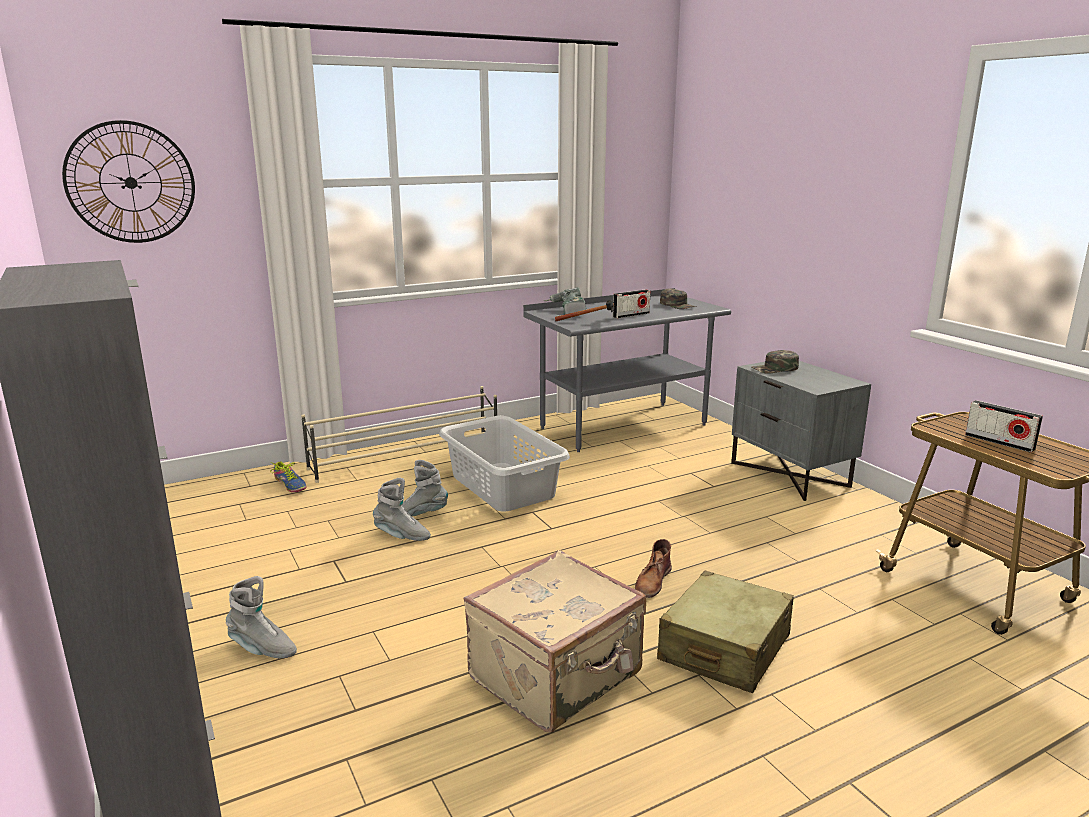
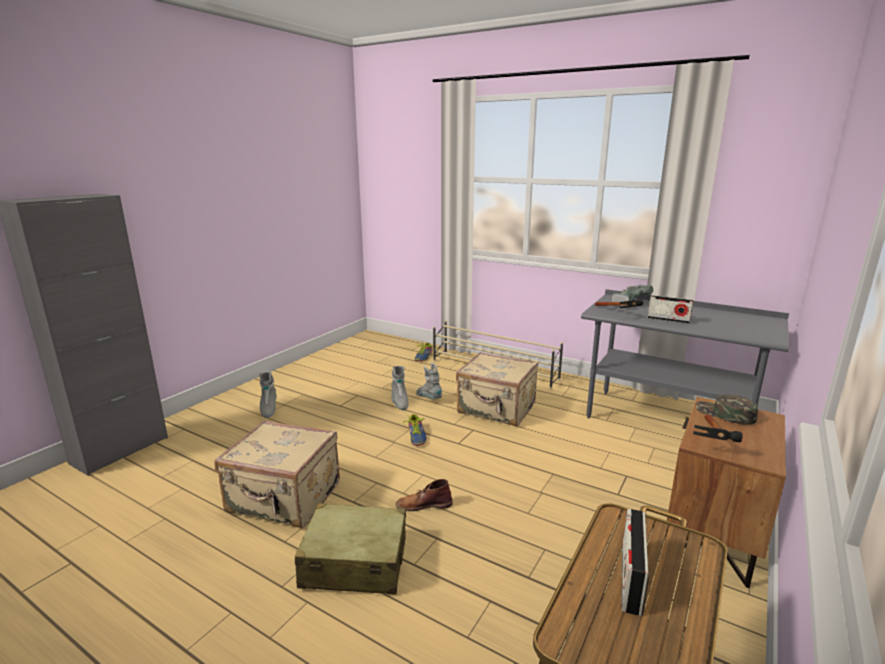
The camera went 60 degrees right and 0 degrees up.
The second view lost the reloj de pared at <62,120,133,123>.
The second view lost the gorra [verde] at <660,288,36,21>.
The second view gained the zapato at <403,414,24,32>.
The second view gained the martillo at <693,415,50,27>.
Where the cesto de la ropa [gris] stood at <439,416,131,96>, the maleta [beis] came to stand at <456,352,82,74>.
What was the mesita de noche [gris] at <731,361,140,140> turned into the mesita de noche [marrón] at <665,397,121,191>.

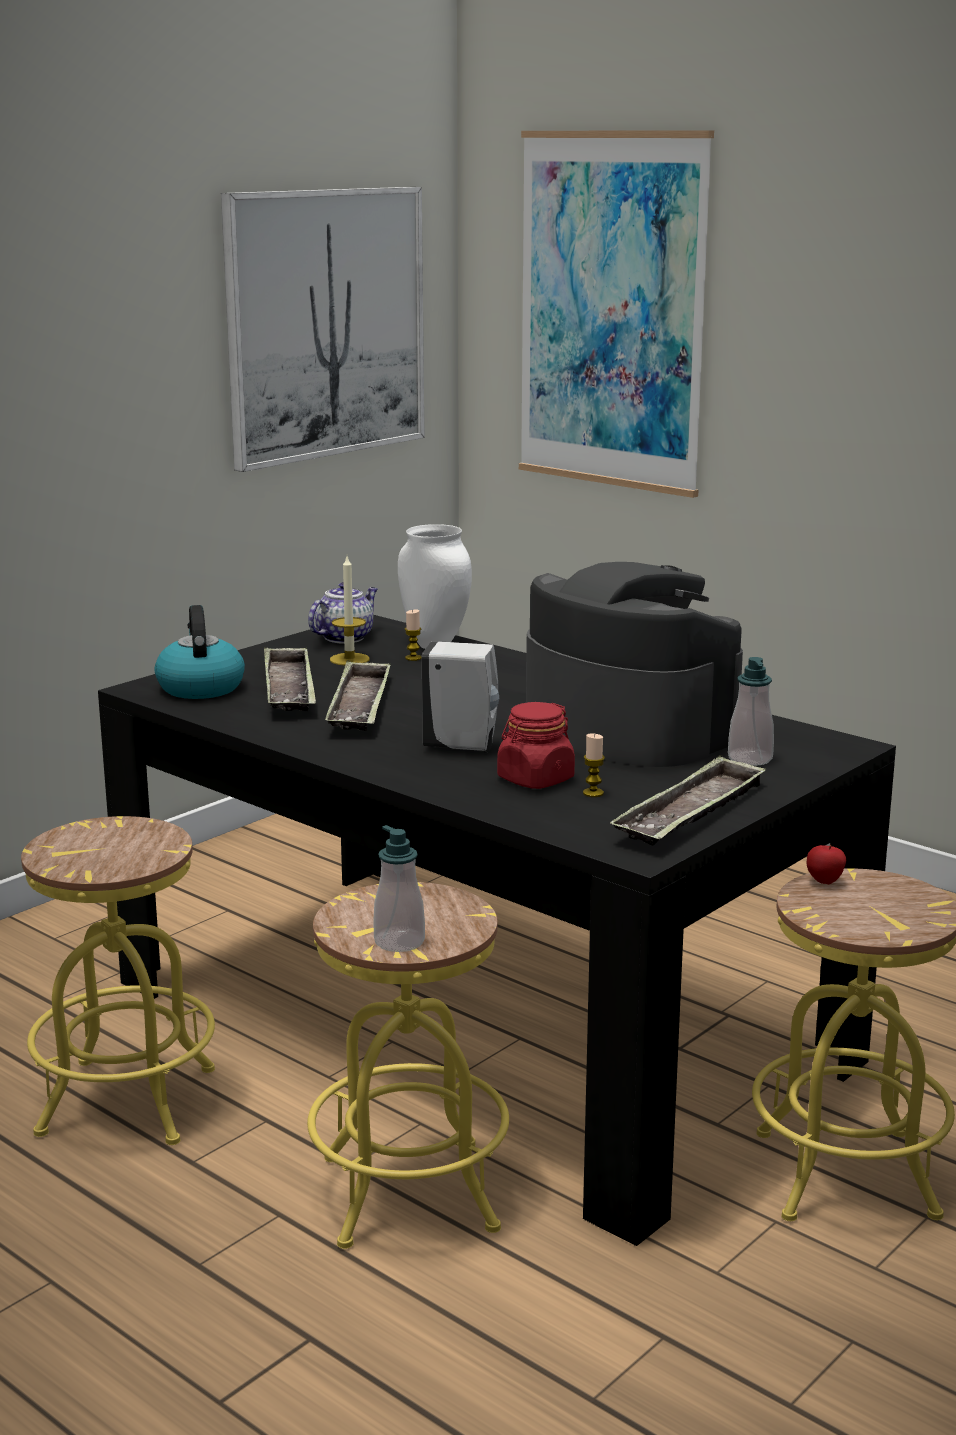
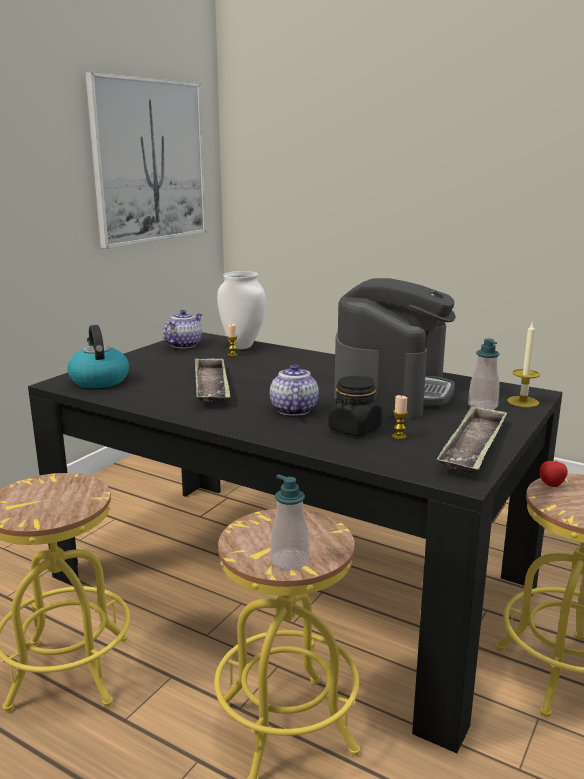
The camera went 10 degrees left and 0 degrees up.
The second view lost the bandeja at <264,647,52,64>.
The second view lost the cuadro at <519,130,195,368>.
The vela ended up elsewhere, having gone from <330,556,40,109> to <507,323,33,84>.
Where the dispensador de jabón [blanco] stood at <422,641,77,112>, the tetera came to stand at <270,364,49,52>.
What was the tarro [rojo] at <497,702,78,87> turned into the tarro [negro] at <328,376,54,60>.
The cafetera at <526,562,217,205> ended up facing another way, 75 degrees clockwise from before.

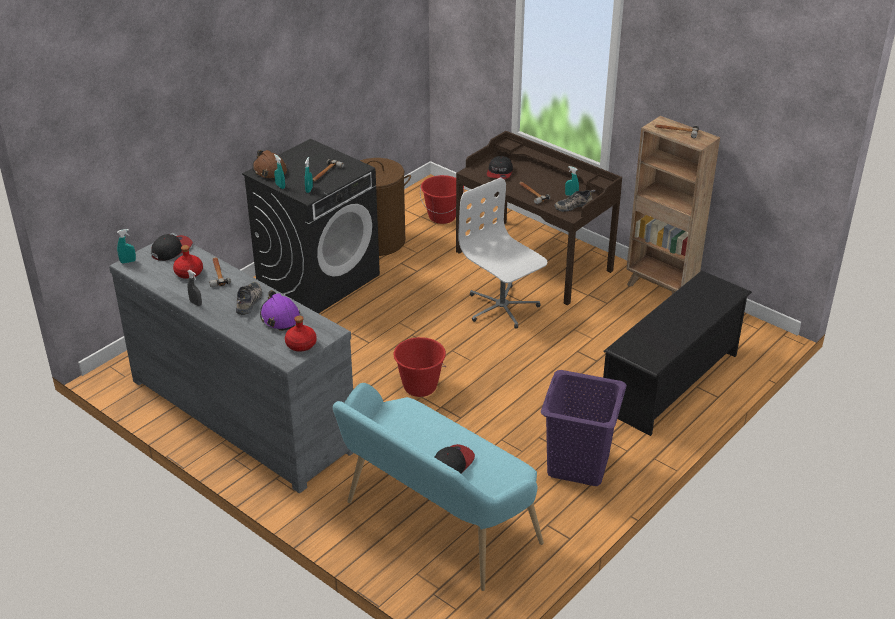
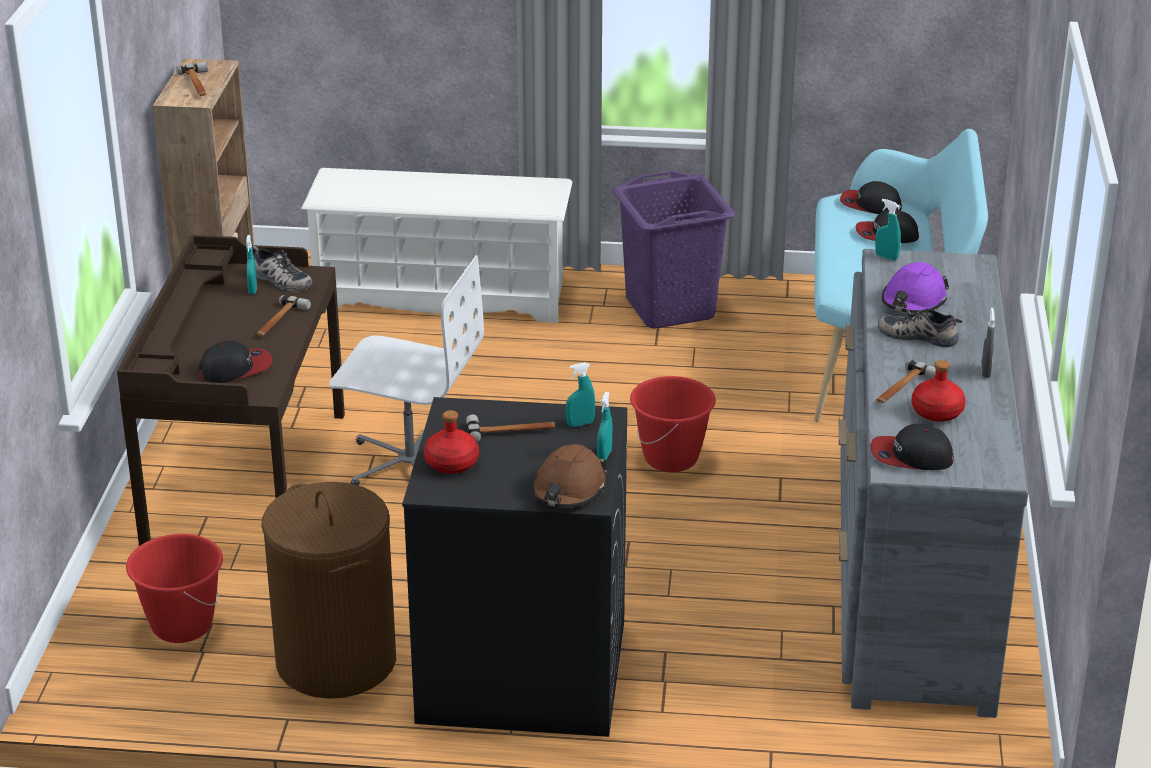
The camera went 125 degrees left and 5 degrees down.
The second view gained the gorra at <840,181,62,33>.
The pulverizador [turquesa] ended up elsewhere, having gone from <117,229,19,34> to <875,199,26,62>.
The botella [rojo] ended up elsewhere, having gone from <285,316,32,36> to <424,410,55,64>.
What was the zapatero [negro] at <602,271,150,165> turned into the zapatero [blanco] at <301,168,271,155>.
The zapato at <236,282,26,33> ended up facing another way, 45 degrees clockwise from before.
The silla de oficina [blanco] at <458,177,89,152> ended up facing another way, 90 degrees counterclockwise from before.

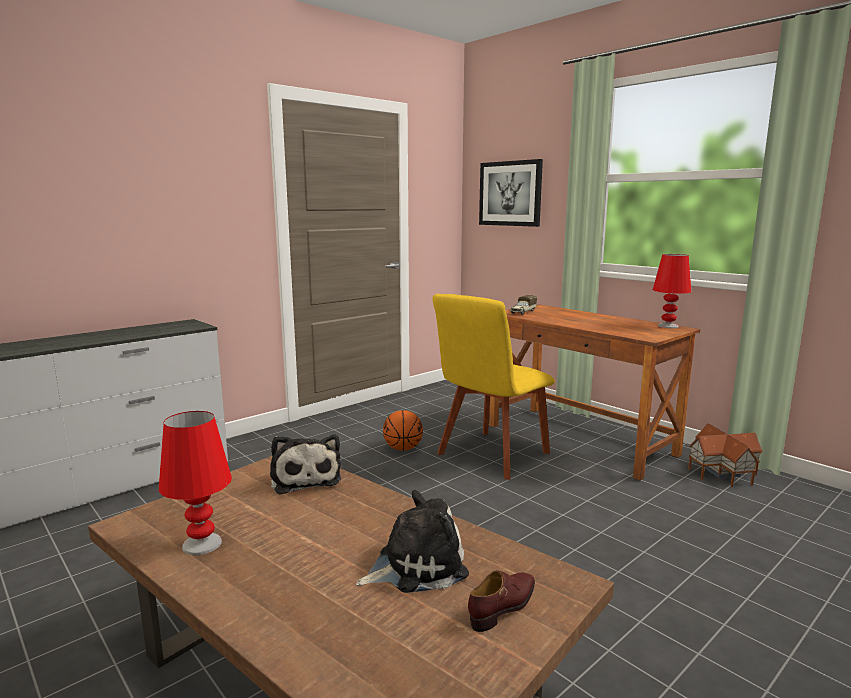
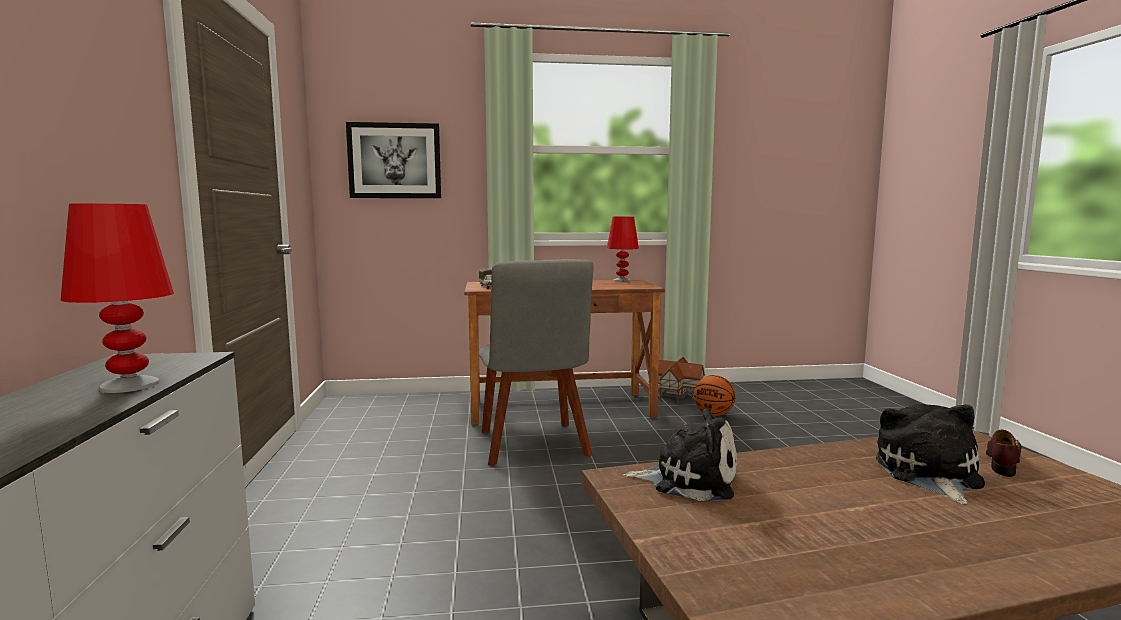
The camera went 55 degrees left and 5 degrees down.
The lámpara de mesa [rojo] ended up elsewhere, having gone from <159,411,73,144> to <61,204,113,189>.
The balón de baloncesto ended up elsewhere, having gone from <383,410,40,41> to <694,375,41,41>.
What was the silla [amarillo] at <433,294,122,186> turned into the silla [gris] at <478,259,115,207>.
The zapato [marrón] at <468,570,67,62> ended up facing another way, 45 degrees clockwise from before.

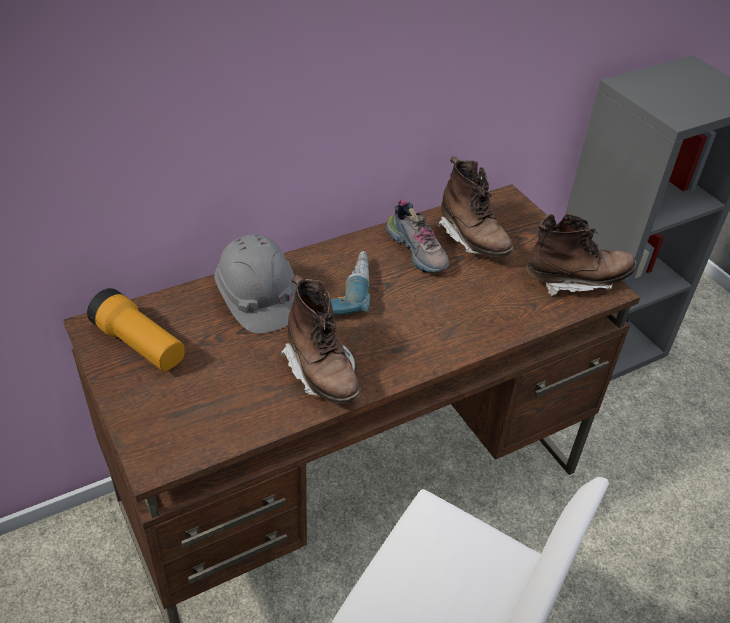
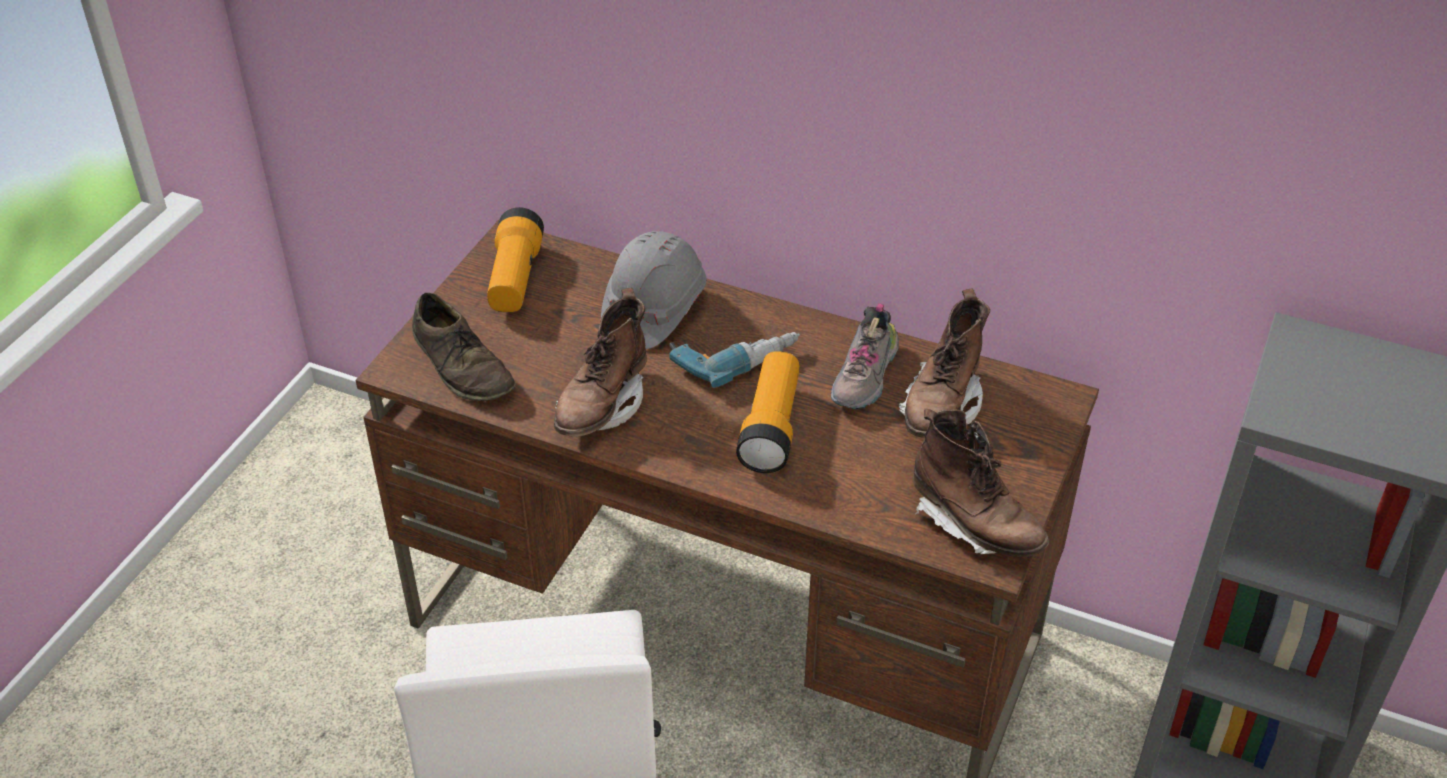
The camera went 55 degrees right and 0 degrees up.
The second view gained the zapato [marrón] at <412,293,104,108>.
The second view gained the linterna at <736,351,63,122>.

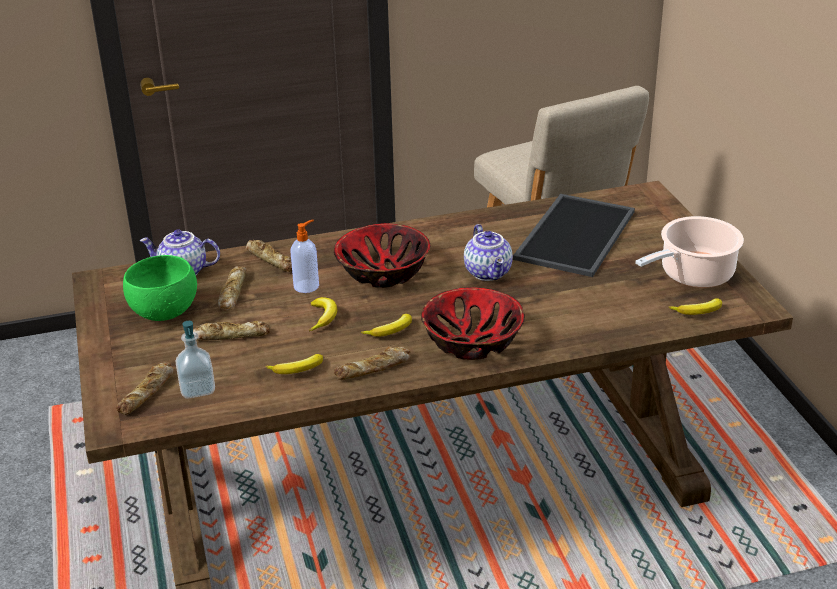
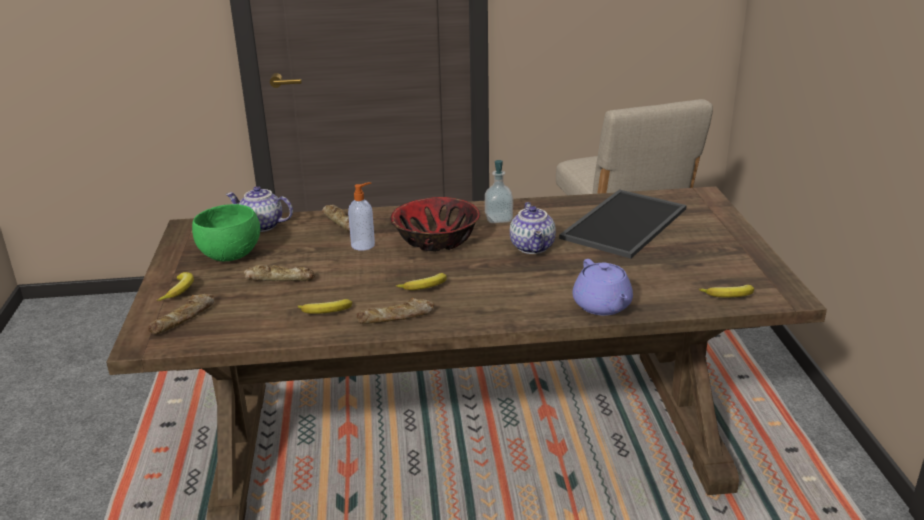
The camera went 10 degrees right and 5 degrees down.
The second view lost the pan at <218,266,29,45>.
The second view lost the cuenco at <421,287,104,73>.
The second view lost the olla at <635,216,109,72>.
The second view gained the tetera [morado] at <573,259,60,56>.
The dispensador de jabón ended up elsewhere, having gone from <175,321,40,78> to <485,160,28,63>.
The plátano ended up elsewhere, having gone from <309,297,28,35> to <156,272,38,29>.

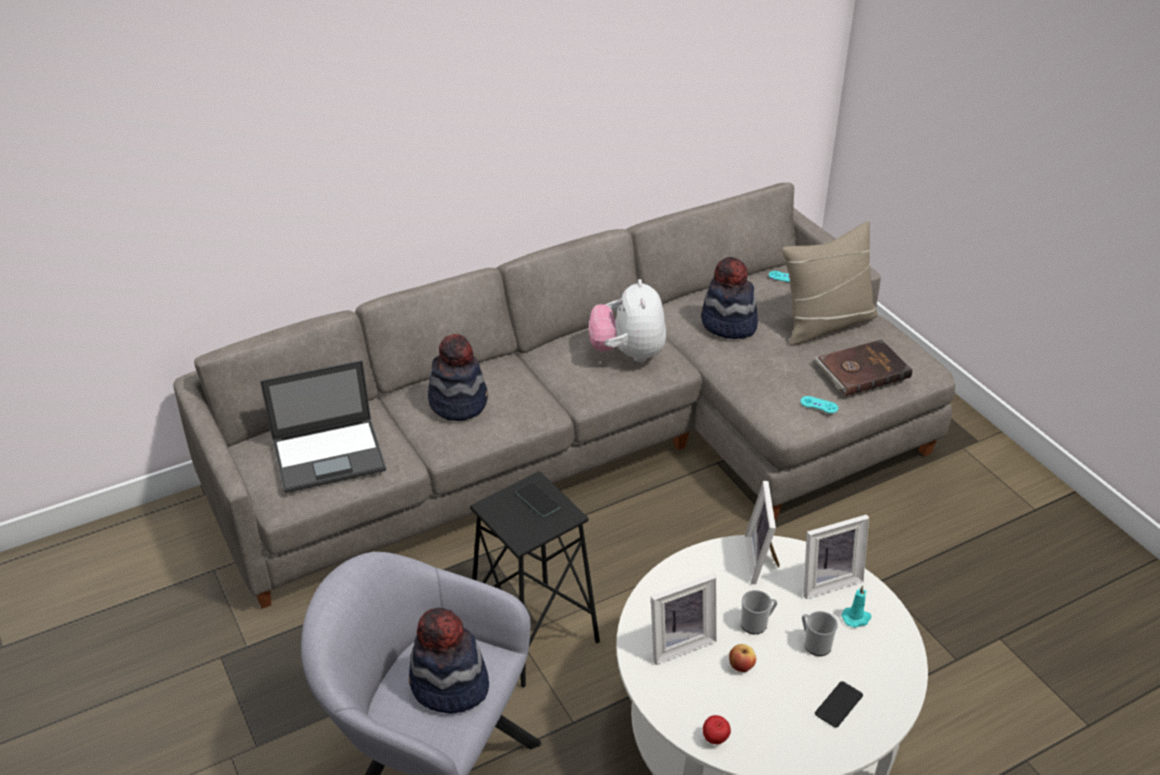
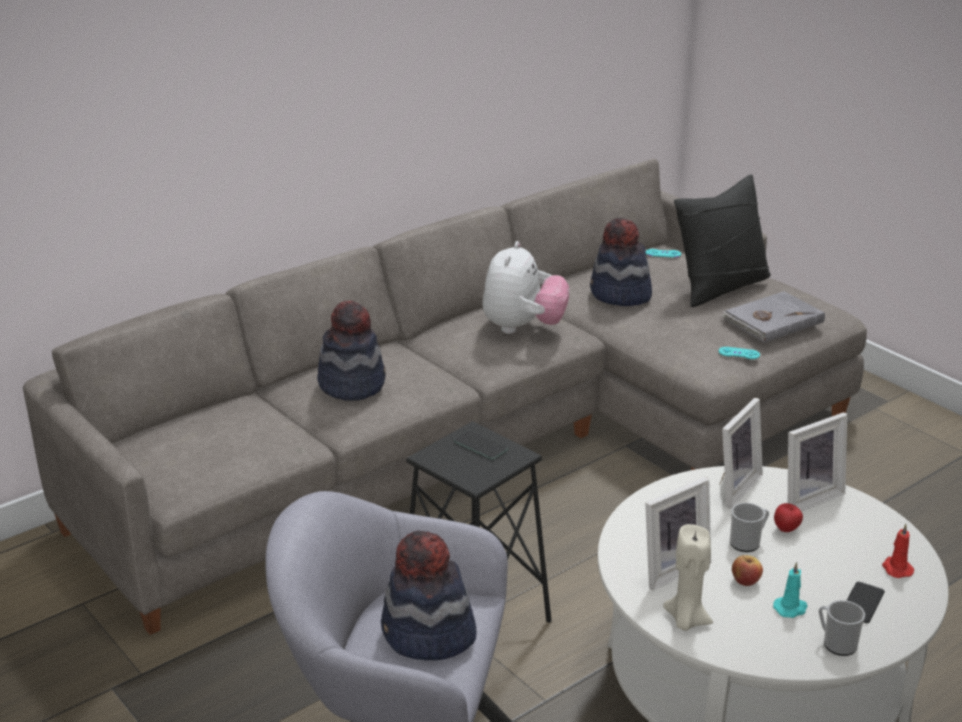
The camera went 10 degrees left and 10 degrees down.
The second view lost the portátil at <260,360,126,133>.
The second view gained the vela [beis] at <663,524,50,107>.
The second view gained the vela [rojo] at <882,524,32,54>.
The manzana ended up elsewhere, having gone from <703,715,28,29> to <774,503,29,29>.
The taza grande ended up elsewhere, having gone from <802,611,36,45> to <819,600,46,56>.
The vela [turquesa] ended up elsewhere, having gone from <842,585,30,43> to <773,562,34,56>.
What was the cojín [beis] at <782,221,96,125> turned into the cojín [negro] at <674,175,97,132>.
What was the libro [marrón] at <814,339,98,57> turned into the libro [gris] at <721,291,104,52>.
The peluche at <589,279,77,83> ended up facing another way, 150 degrees counterclockwise from before.
The portarretratos at <745,481,35,103> ended up facing another way, 135 degrees counterclockwise from before.

